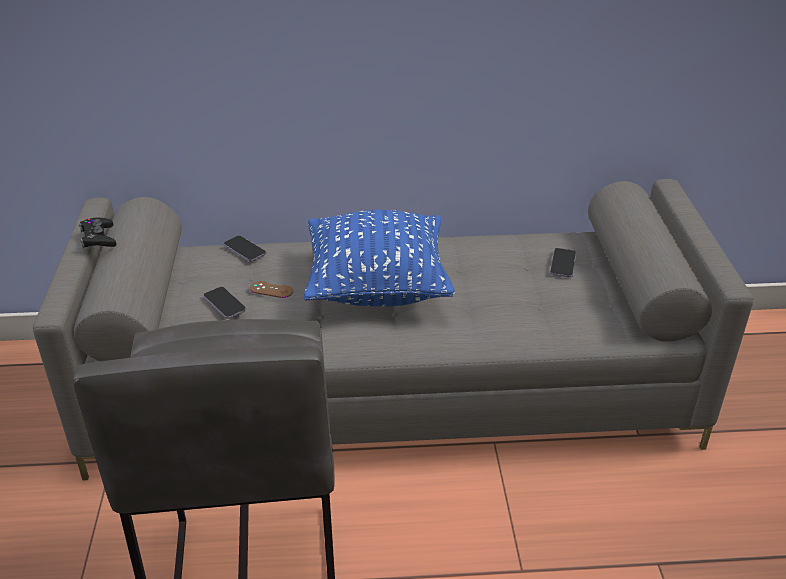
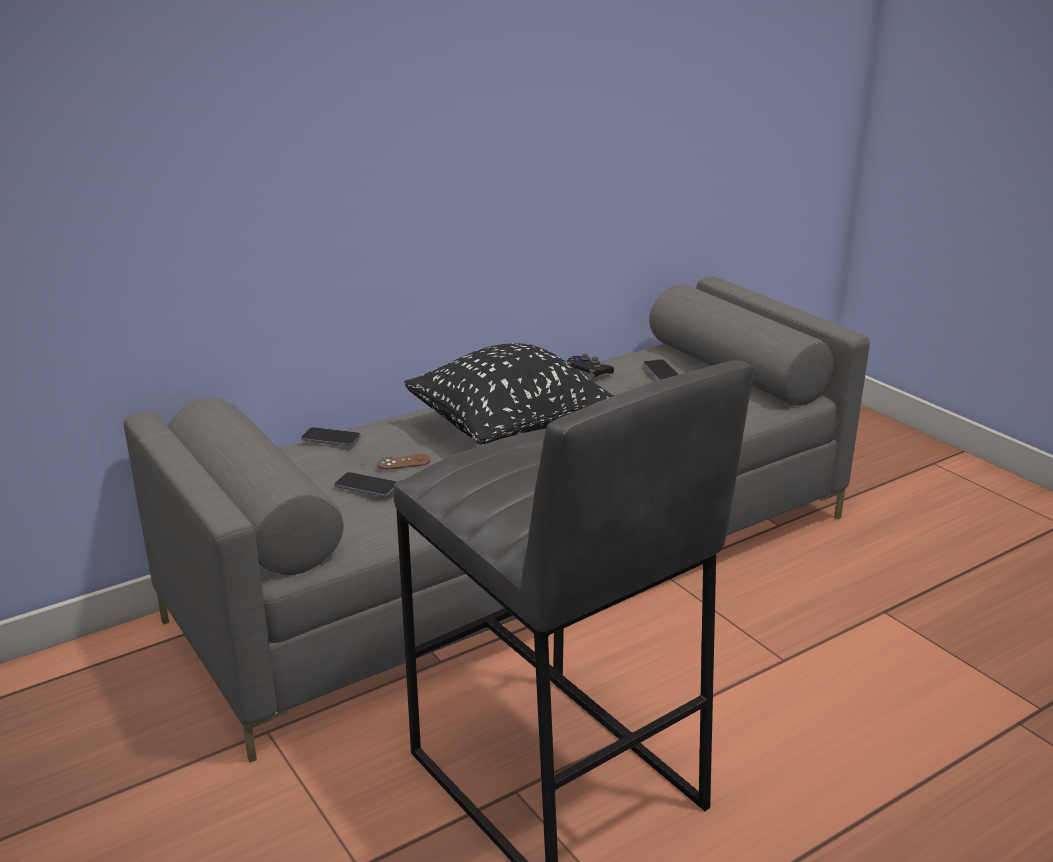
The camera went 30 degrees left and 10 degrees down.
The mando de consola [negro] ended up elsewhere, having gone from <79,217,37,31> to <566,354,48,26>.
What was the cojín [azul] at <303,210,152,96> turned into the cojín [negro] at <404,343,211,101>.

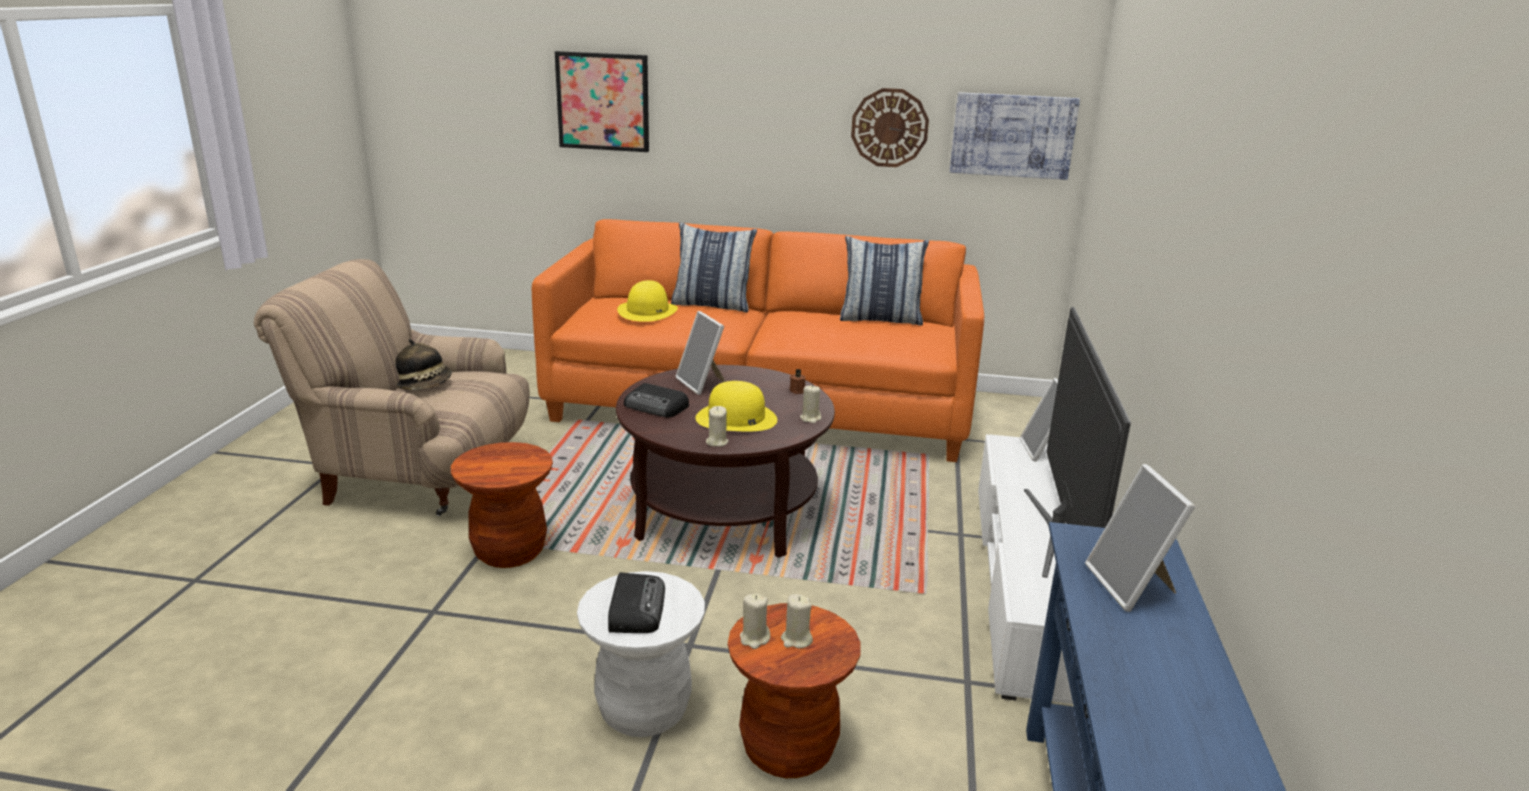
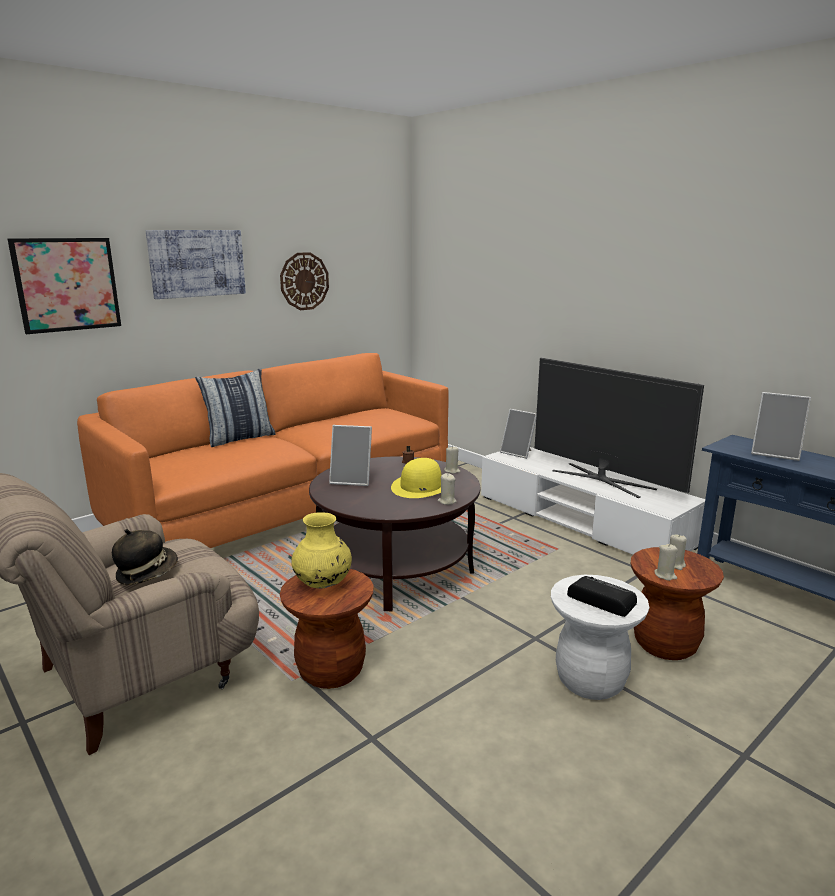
The camera went 50 degrees left and 5 degrees down.
The second view lost the sombrero [amarillo] at <617,280,61,42>.
The second view lost the radio at <624,383,65,34>.
The second view lost the cojín at <840,236,89,89>.
The second view gained the florero [amarillo] at <291,512,61,76>.
The cuadro ended up elsewhere, having gone from <950,92,130,88> to <146,230,100,69>.

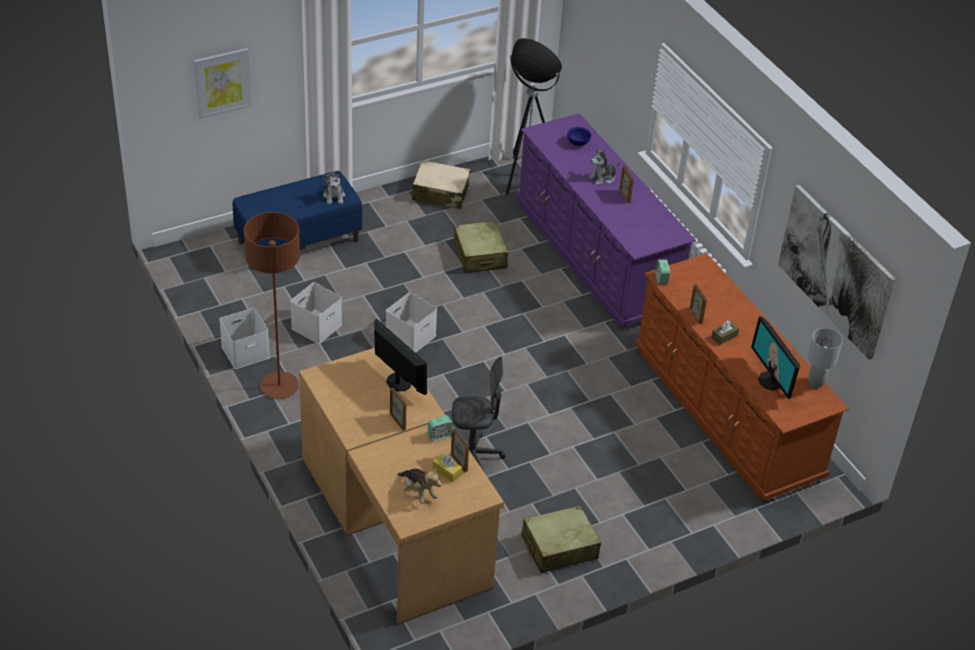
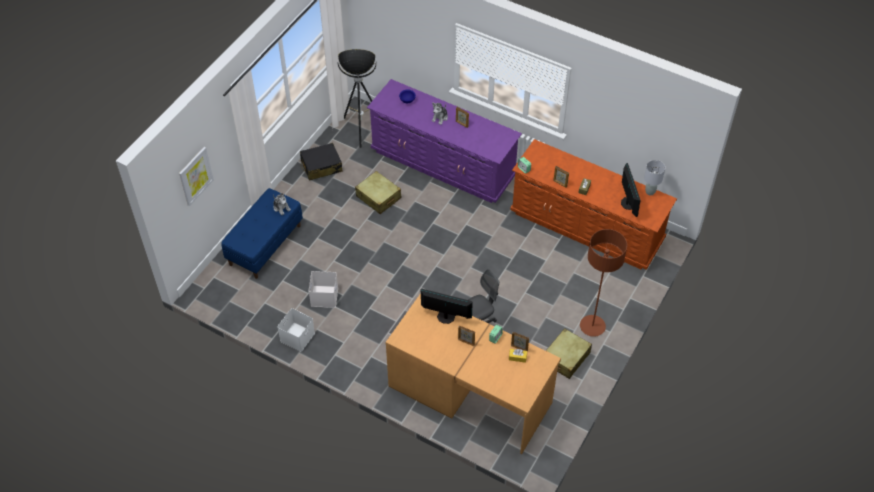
The camera went 30 degrees left and 10 degrees up.
The second view lost the caja de almacenaje [blanco] at <386,292,51,61>.
The second view lost the peluche at <397,468,45,36>.
The second view lost the cuadro at <778,185,118,175>.
The lámpara de pie [marrón] ended up elsewhere, having gone from <244,212,56,187> to <580,229,47,108>.
What was the maleta [beis] at <412,160,59,49> turned into the maleta [negro] at <300,143,43,38>.
The monitor at <751,316,49,83> ended up facing another way, 135 degrees counterclockwise from before.

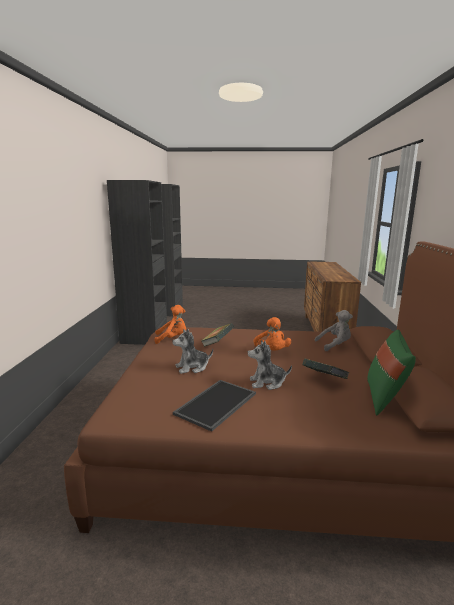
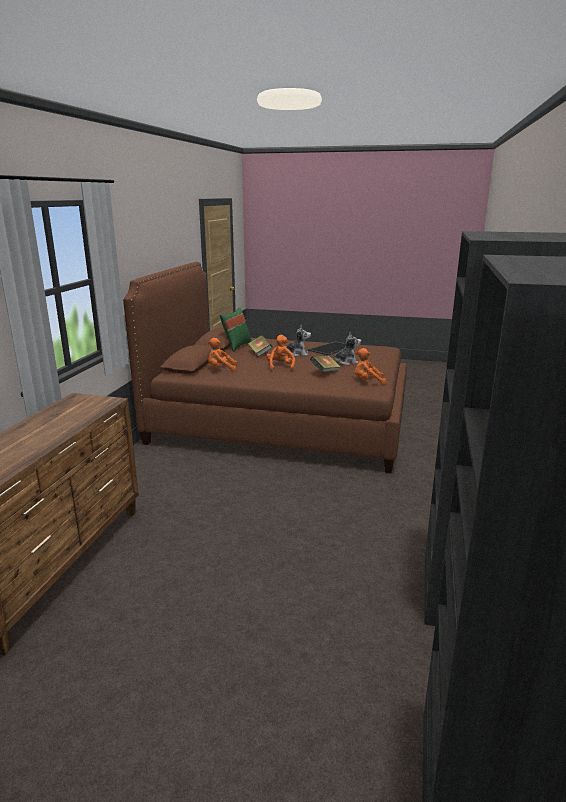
The camera went 170 degrees left and 5 degrees up.
What was the peluche [gris] at <314,310,39,41> turned into the peluche [naranja] at <208,338,29,34>.

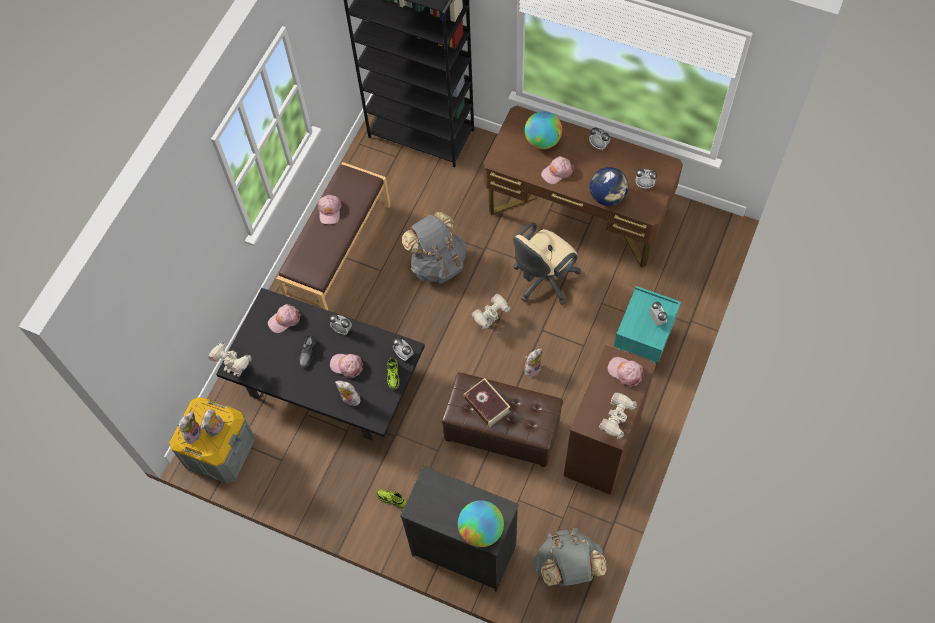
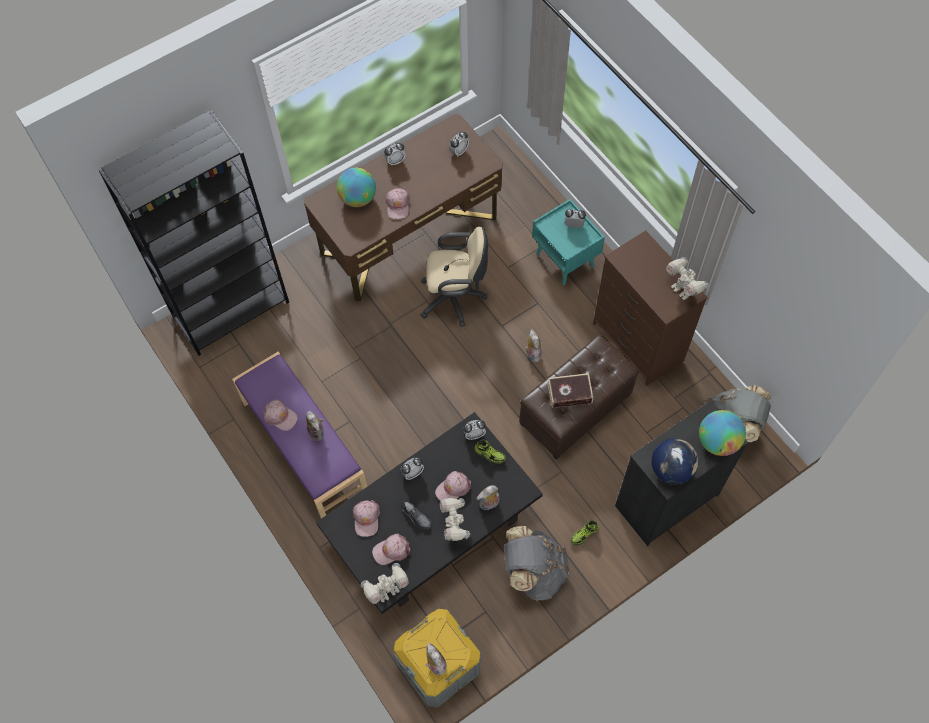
The camera went 60 degrees left and 0 degrees up.
The peluche ended up elsewhere, having gone from <201,409,23,28> to <306,411,18,30>.
The mochila [gris] ended up elsewhere, having gone from <402,211,65,72> to <504,526,65,75>.
The robot de juguete ended up elsewhere, having gone from <472,293,38,36> to <440,498,30,43>.
The globo terráqueo ended up elsewhere, having gone from <590,167,38,39> to <652,438,46,47>.
The gorra [rosa] ended up elsewhere, having gone from <608,357,36,30> to <372,534,39,31>.
What was the banco [marrón] at <276,162,114,149> turned into the banco [morado] at <232,351,135,167>.
The silla de oficina [beis] at <513,222,68,83> ended up facing another way, 75 degrees counterclockwise from before.

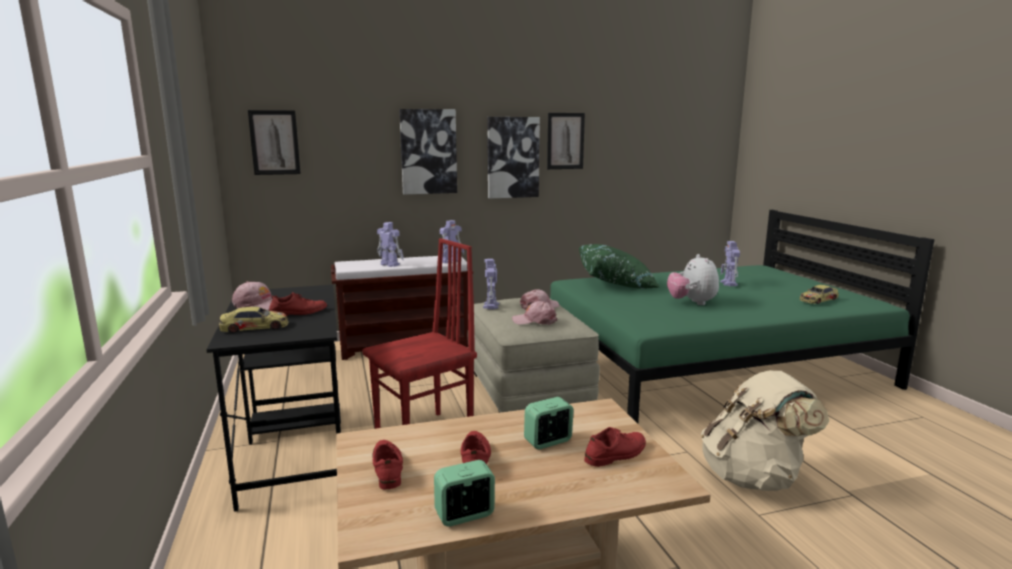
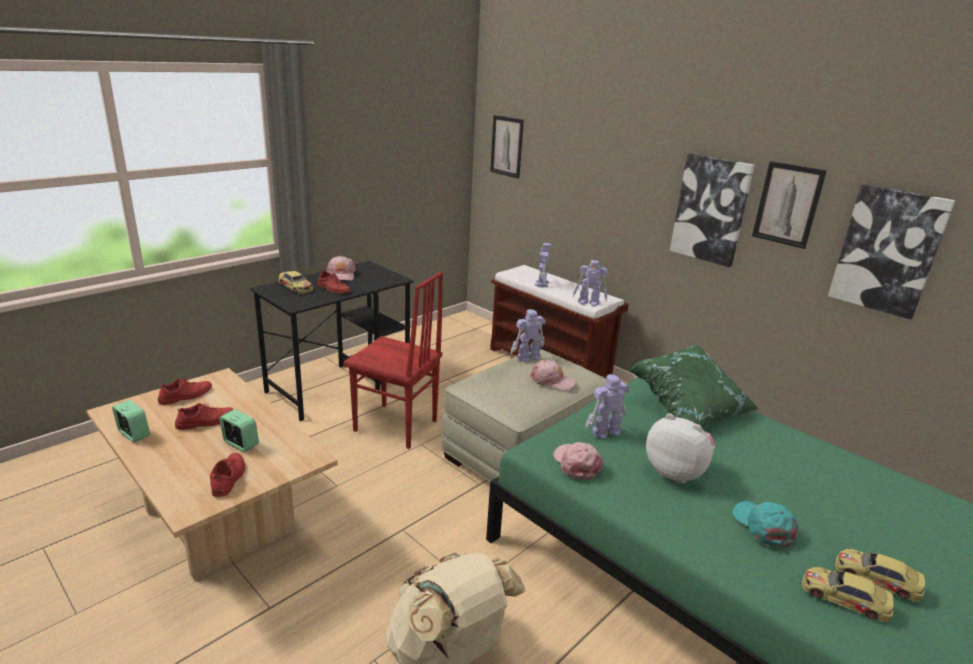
The camera went 60 degrees right and 10 degrees up.
The second view gained the gorra [turquesa] at <733,501,65,46>.
The second view gained the coche de juguete at <835,549,90,53>.
The cuadro ended up elsewhere, having gone from <399,109,58,86> to <828,184,127,136>.
The gorra [rosa] ended up elsewhere, having gone from <512,301,45,24> to <553,442,51,38>.
The robot de juguete ended up elsewhere, having gone from <720,241,20,45> to <585,374,44,65>.
The zapato [rojo] at <584,427,62,40> ended up facing another way, 120 degrees counterclockwise from before.
The peluche at <667,254,52,51> ended up facing another way, 75 degrees clockwise from before.

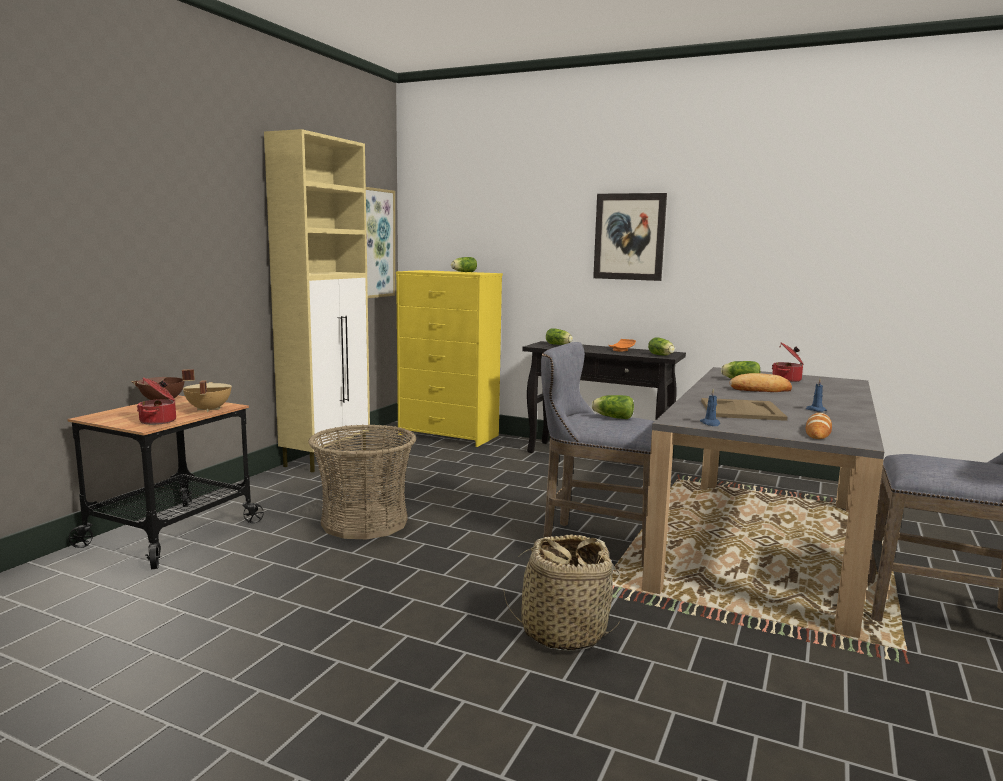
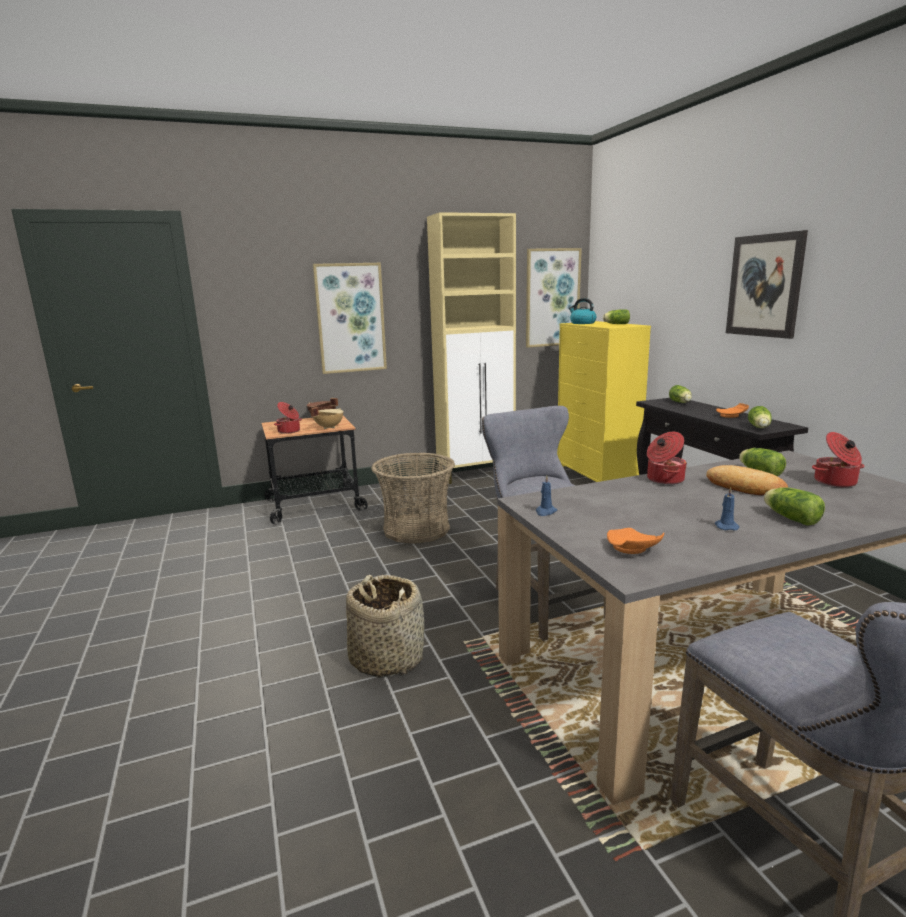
The camera went 45 degrees right and 5 degrees up.
The second view lost the bandeja [beis] at <701,398,86,23>.
The second view gained the cuadro at <313,263,74,111>.
The second view gained the hervidor at <569,298,28,26>.
The second view gained the olla at <647,432,40,53>.
The lechuga ended up elsewhere, having gone from <592,395,42,24> to <764,487,61,39>.
Where the pan stood at <806,413,26,26>, the plato [naranja] came to stand at <607,528,57,26>.

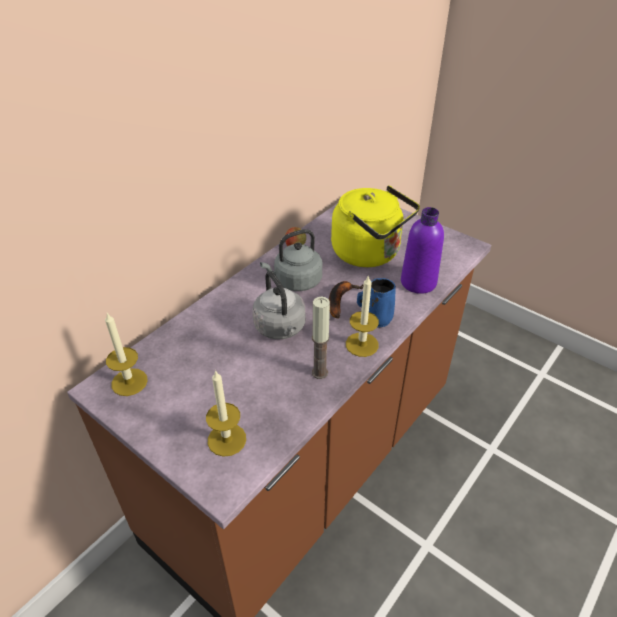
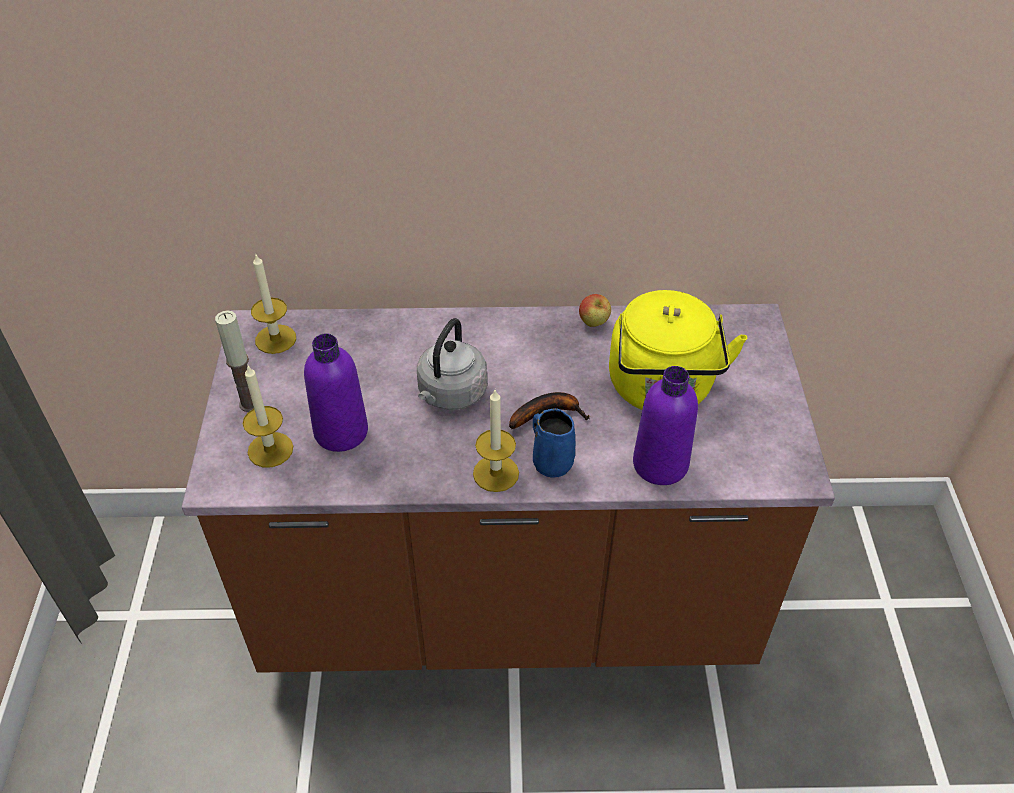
The camera went 50 degrees right and 5 degrees up.
The second view lost the hervidor [gris] at <260,229,62,62>.
The second view gained the botella [morado] at <304,333,64,119>.
The vela ended up elsewhere, having gone from <312,297,18,82> to <215,310,39,102>.

